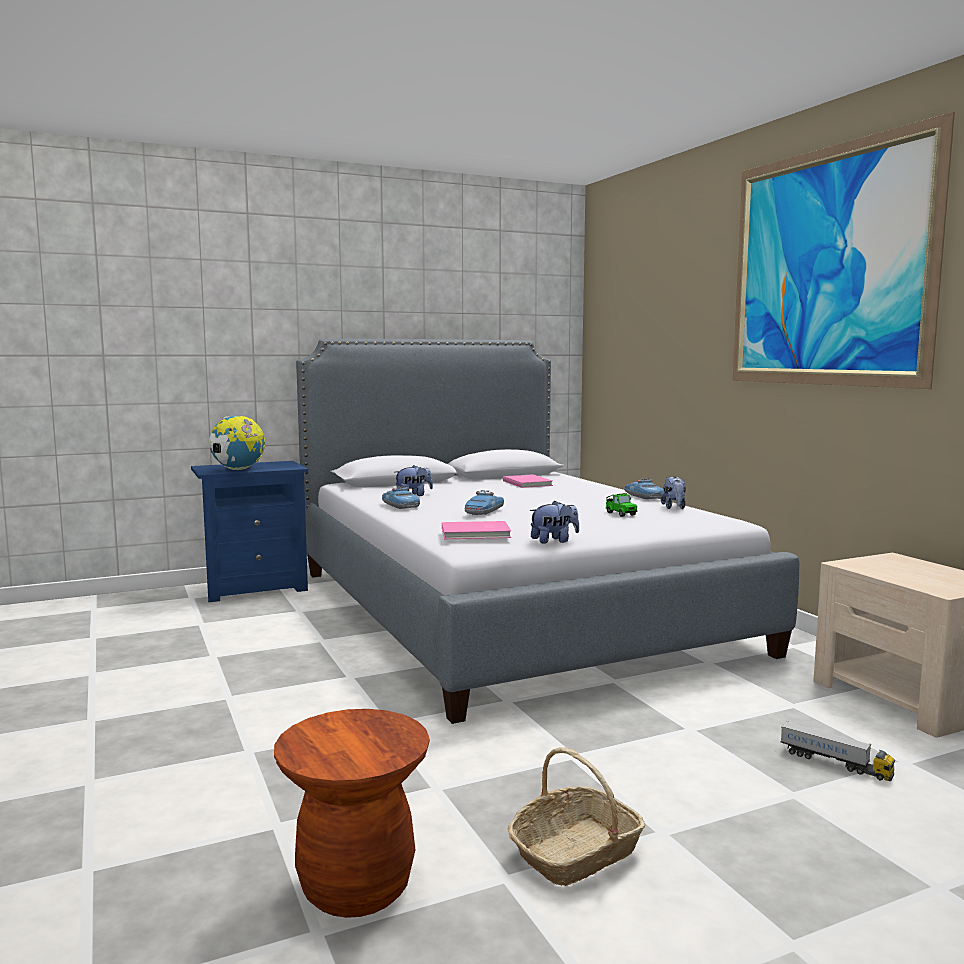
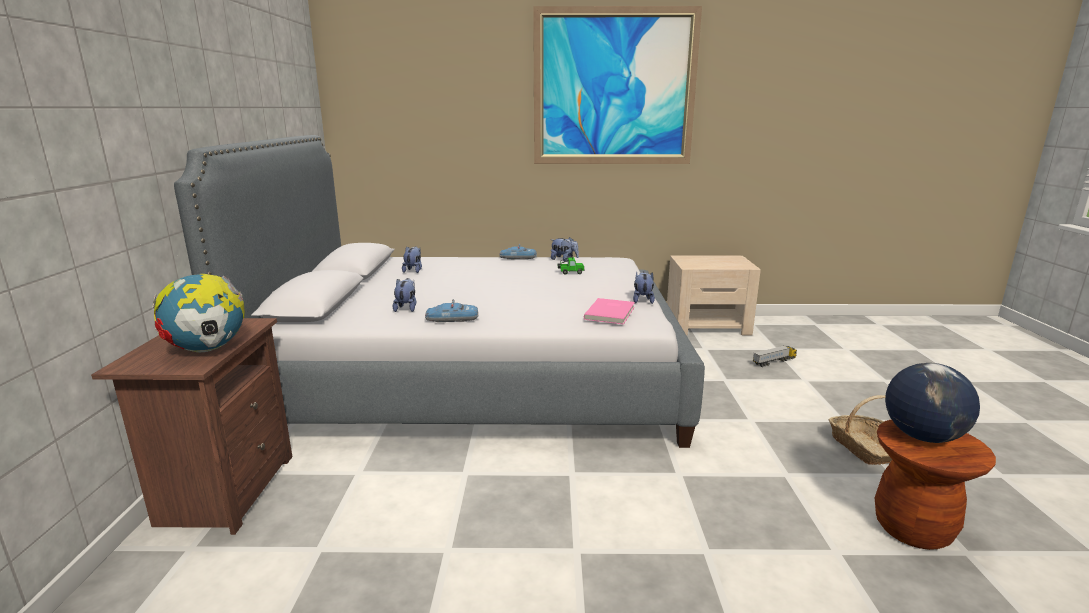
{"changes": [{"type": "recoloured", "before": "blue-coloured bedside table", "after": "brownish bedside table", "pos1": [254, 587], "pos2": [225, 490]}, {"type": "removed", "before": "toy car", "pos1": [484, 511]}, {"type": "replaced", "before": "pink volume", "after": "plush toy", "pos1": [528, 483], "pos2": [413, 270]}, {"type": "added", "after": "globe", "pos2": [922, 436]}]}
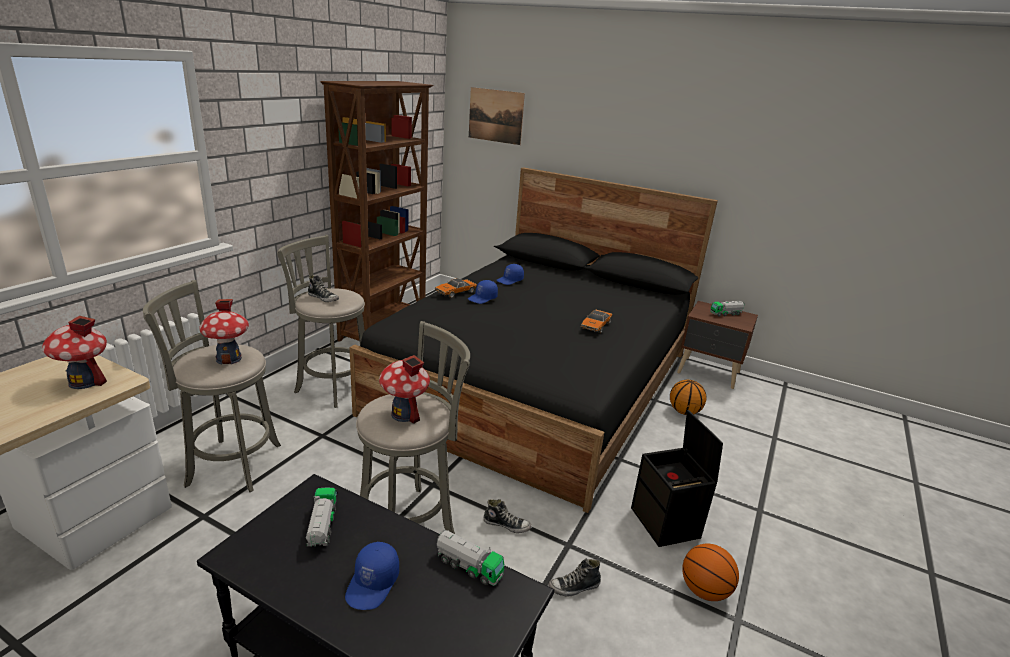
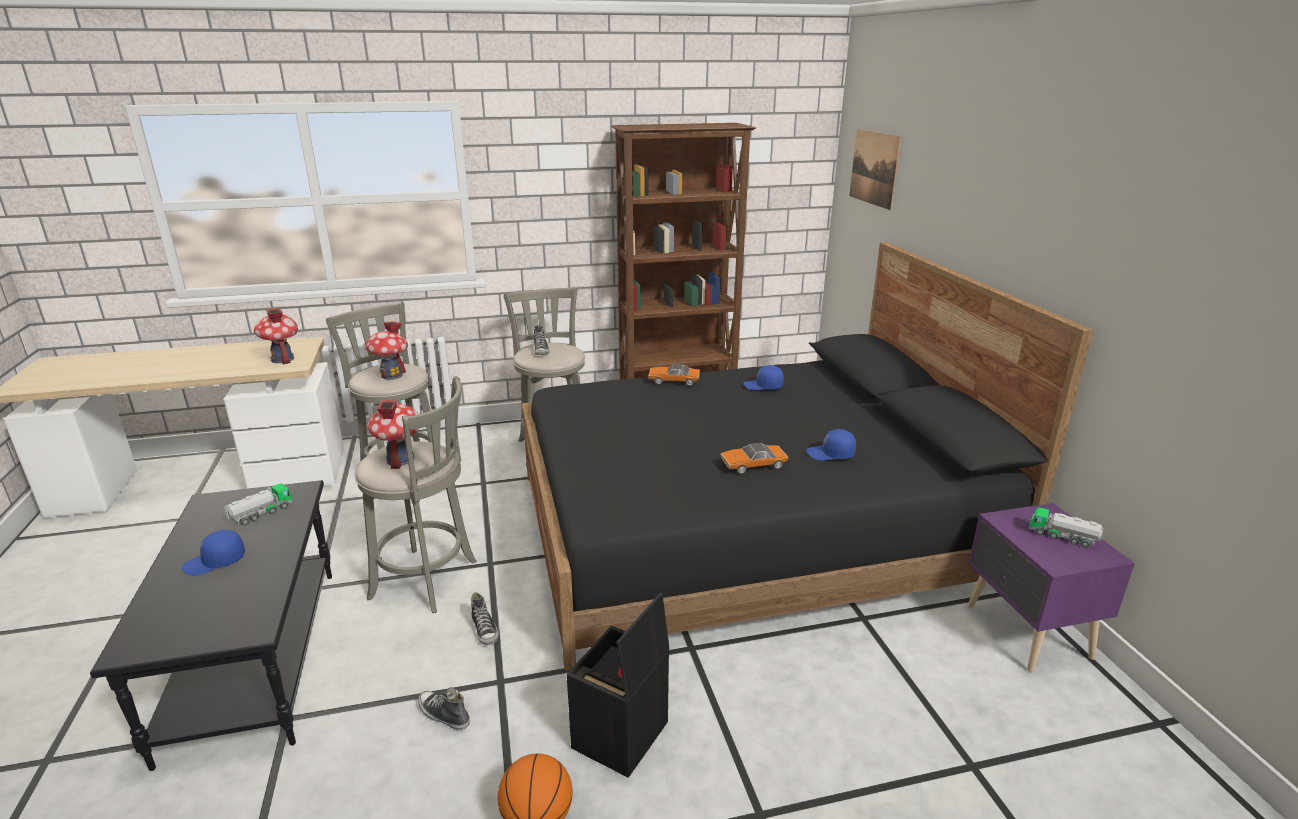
{"changes": [{"type": "removed", "before": "toy truck", "pos1": [468, 566]}, {"type": "moved", "before": "blue-coloured baseball cap", "pos1": [482, 298], "pos2": [830, 454]}, {"type": "removed", "before": "basketball ball", "pos1": [684, 411]}, {"type": "recoloured", "before": "brownish bedside table", "after": "purple-coloured bedside table", "pos1": [709, 373], "pos2": [1026, 633]}]}
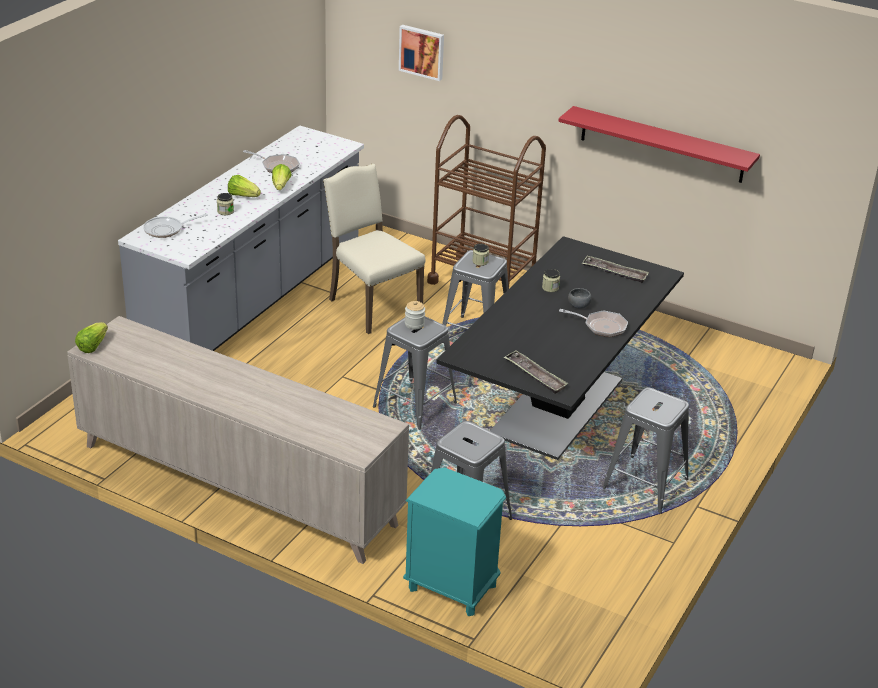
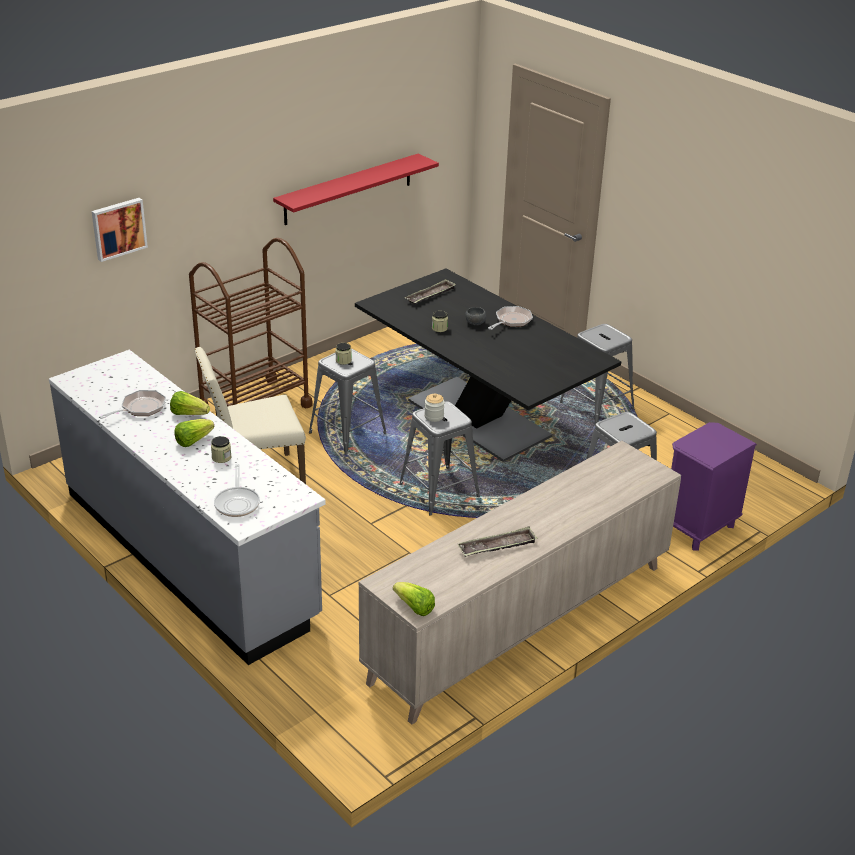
{"changes": [{"type": "recoloured", "before": "blue-green bedside table", "after": "purple-coloured bedside table", "pos1": [451, 587], "pos2": [697, 528]}, {"type": "moved", "before": "tray", "pos1": [535, 375], "pos2": [497, 546]}]}
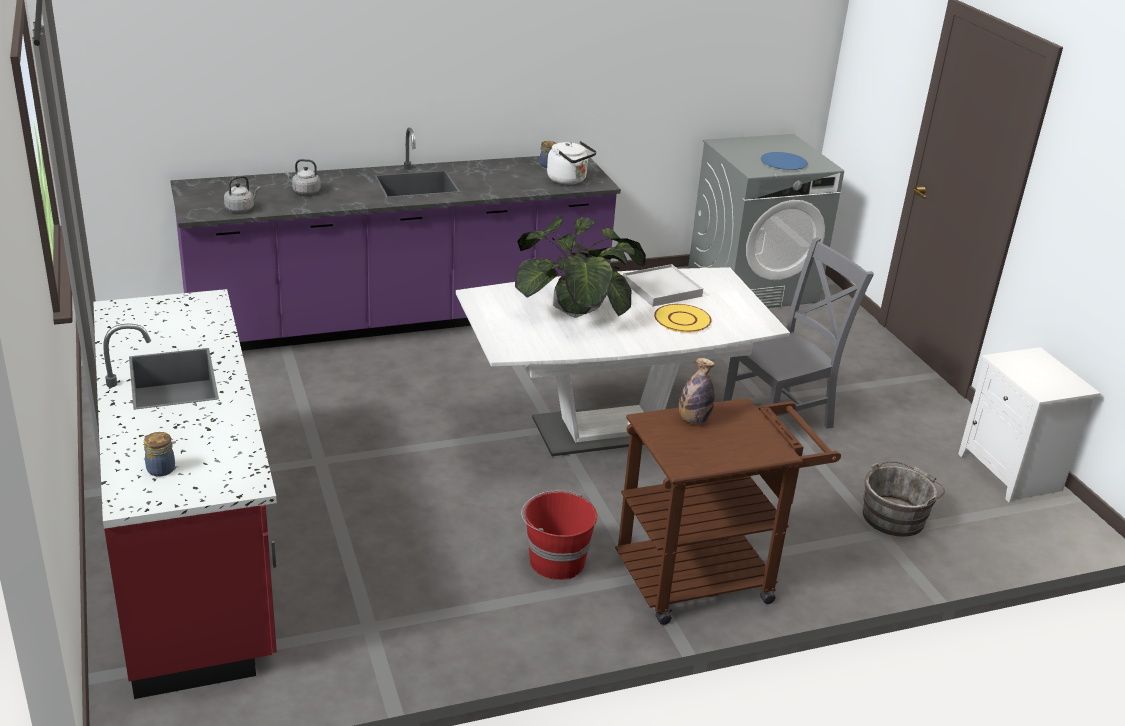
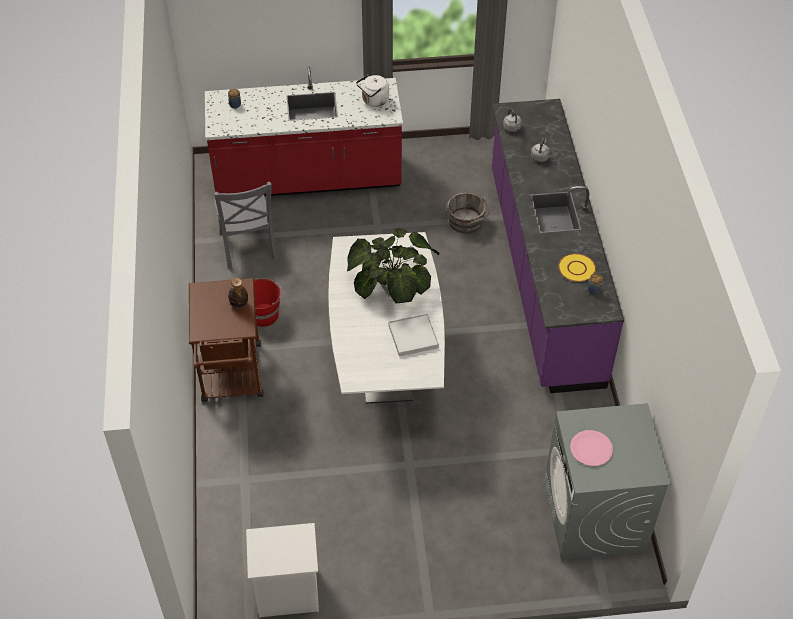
{"changes": [{"type": "moved", "before": "whitish water kettle", "pos1": [569, 180], "pos2": [374, 101]}, {"type": "moved", "before": "yellow-coloured plate", "pos1": [682, 319], "pos2": [577, 268]}, {"type": "moved", "before": "greyish chair", "pos1": [781, 416], "pos2": [248, 248]}, {"type": "recoloured", "before": "blue-coloured plate", "after": "pink plate", "pos1": [783, 163], "pos2": [591, 449]}, {"type": "moved", "before": "greyish water bucket", "pos1": [896, 516], "pos2": [466, 222]}]}
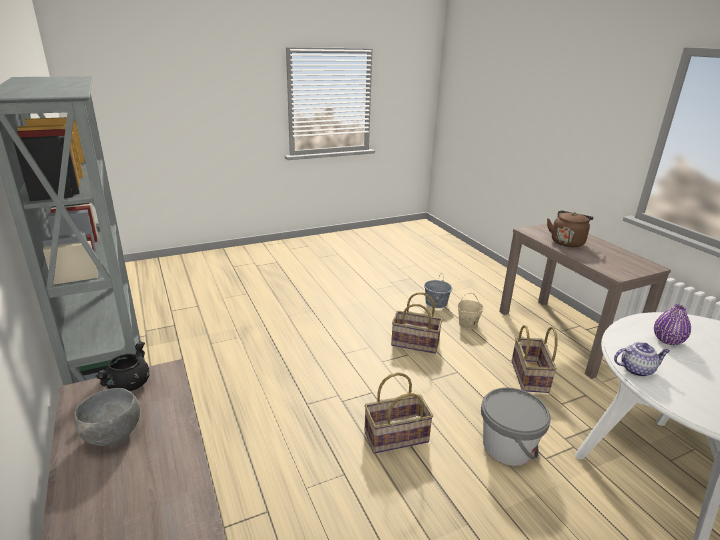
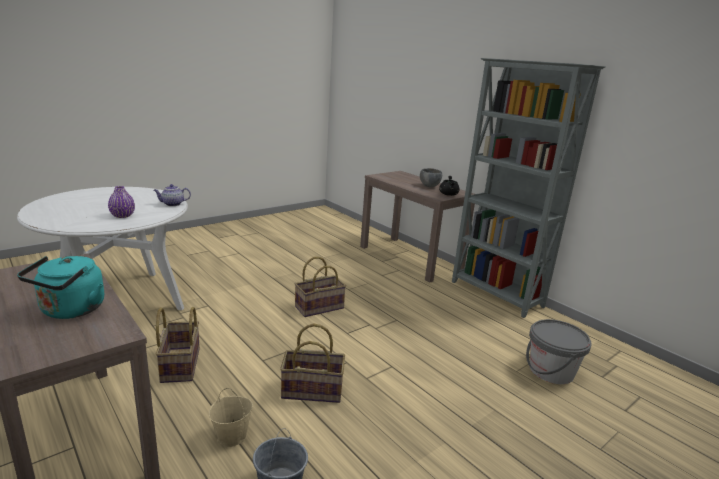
{"changes": [{"type": "moved", "before": "greyish water bucket", "pos1": [508, 446], "pos2": [551, 371]}, {"type": "recoloured", "before": "brownish water kettle", "after": "blue-green water kettle", "pos1": [567, 242], "pos2": [70, 311]}]}
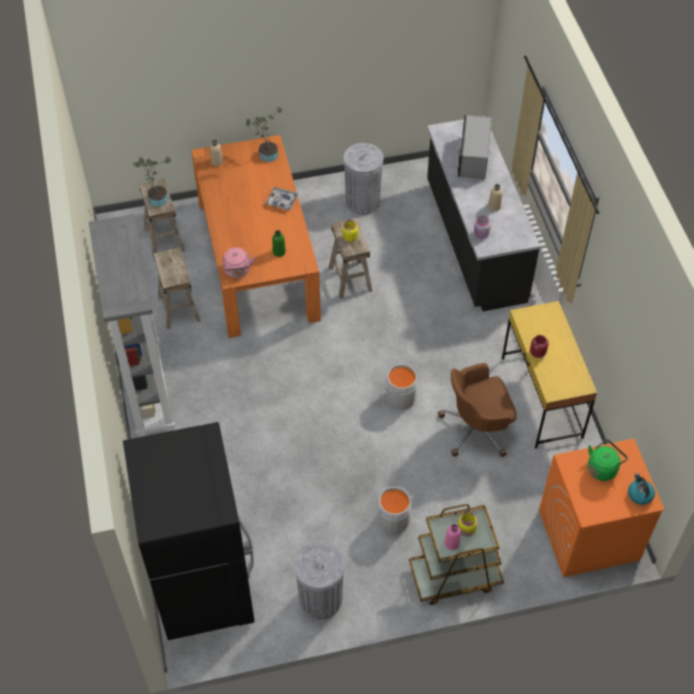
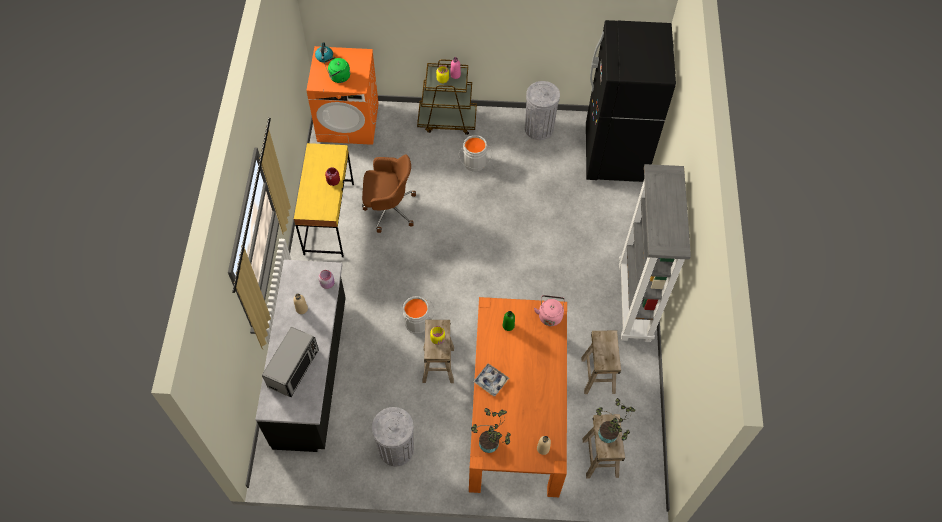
{"changes": [{"type": "moved", "before": "greyish water bucket", "pos1": [399, 397], "pos2": [418, 323]}]}
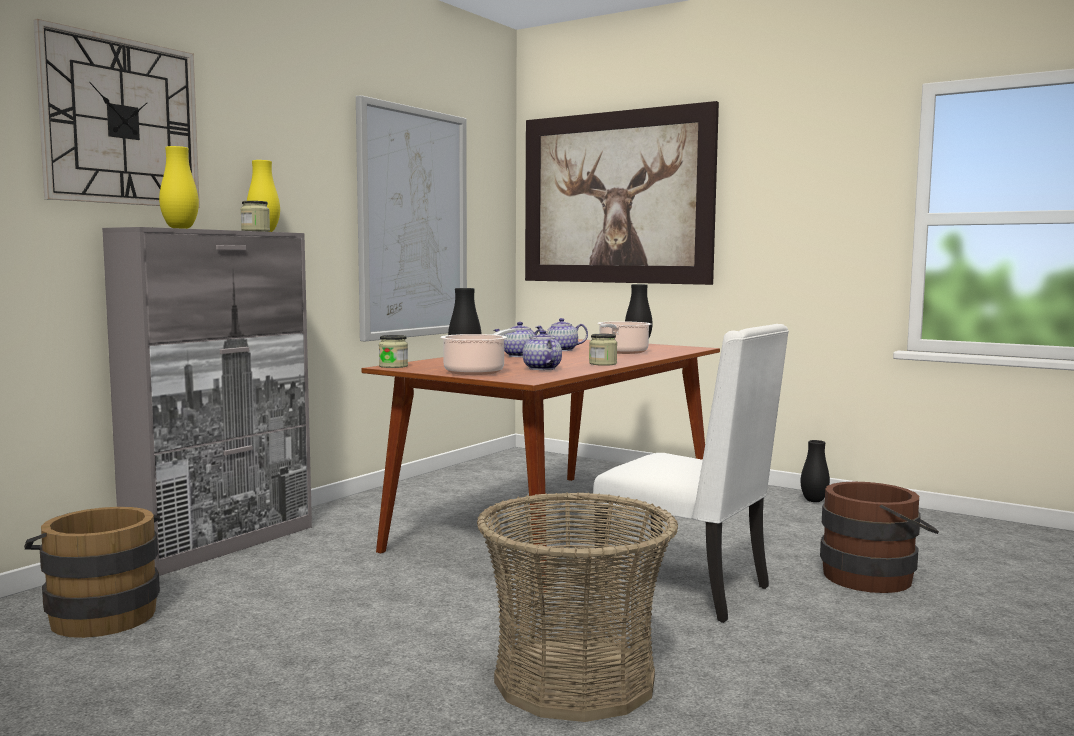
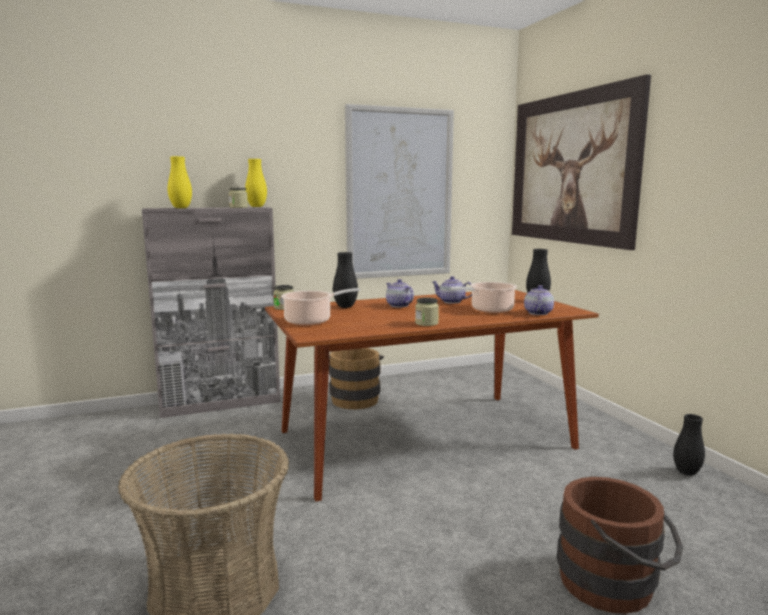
{"changes": [{"type": "moved", "before": "brownish water bucket", "pos1": [100, 614], "pos2": [354, 398]}, {"type": "removed", "before": "hanging clock", "pos1": [121, 122]}, {"type": "moved", "before": "teapot", "pos1": [541, 368], "pos2": [537, 313]}, {"type": "removed", "before": "whitish chair", "pos1": [688, 590]}]}
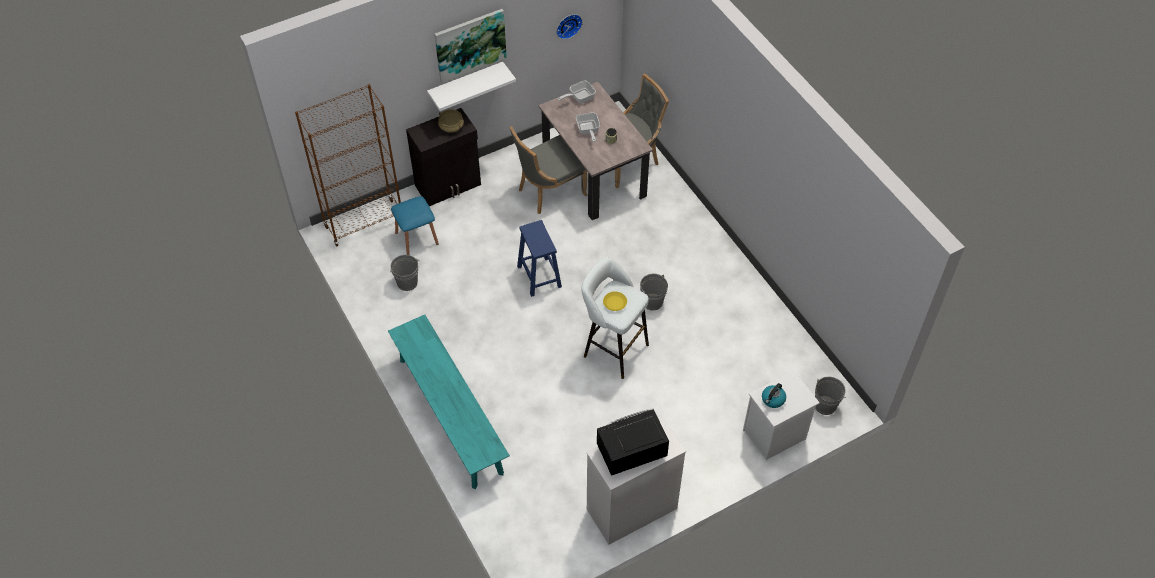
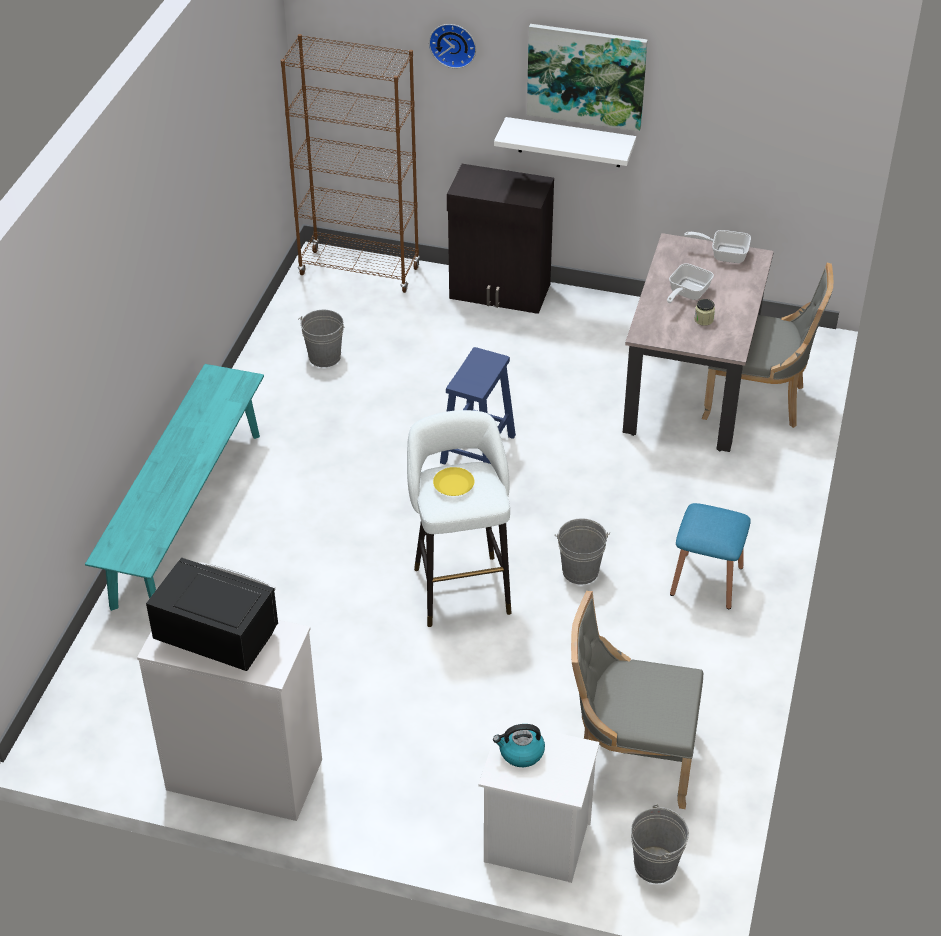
{"changes": [{"type": "moved", "before": "blue-coloured sitting stool", "pos1": [417, 238], "pos2": [706, 580]}, {"type": "removed", "before": "sand-coloured saucepot", "pos1": [451, 126]}, {"type": "moved", "before": "greyish chair", "pos1": [548, 192], "pos2": [629, 757]}, {"type": "moved", "before": "hanging clock", "pos1": [568, 25], "pos2": [453, 44]}]}
